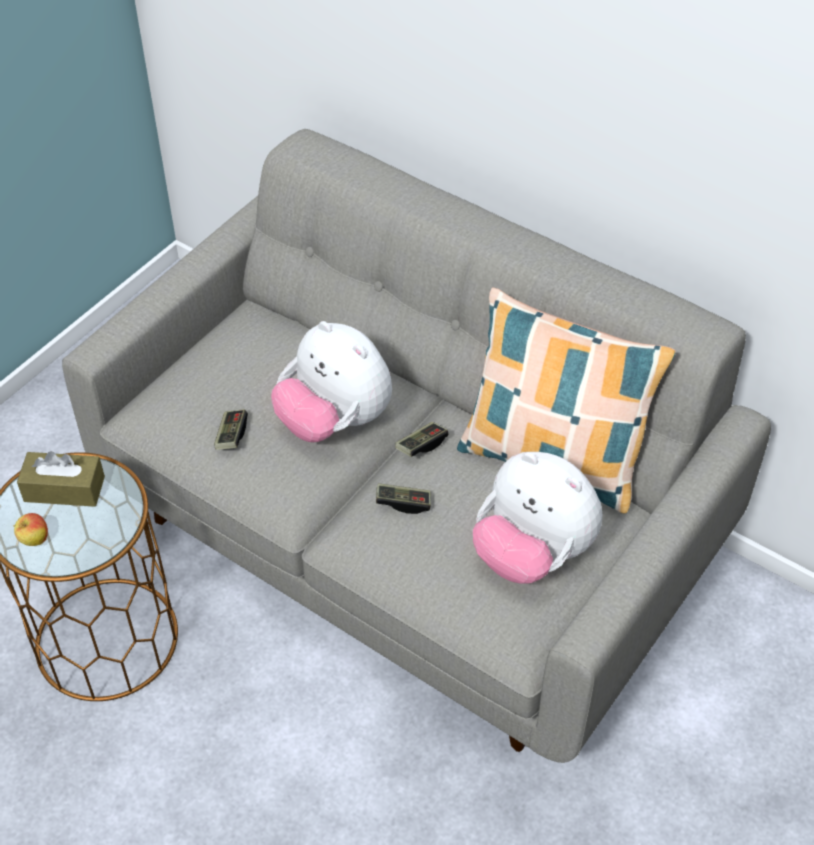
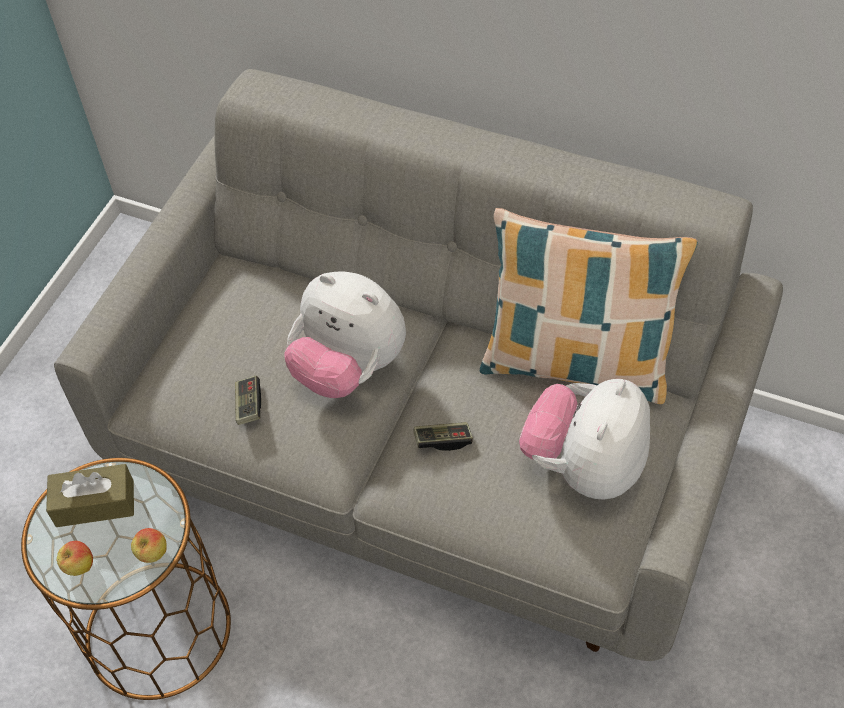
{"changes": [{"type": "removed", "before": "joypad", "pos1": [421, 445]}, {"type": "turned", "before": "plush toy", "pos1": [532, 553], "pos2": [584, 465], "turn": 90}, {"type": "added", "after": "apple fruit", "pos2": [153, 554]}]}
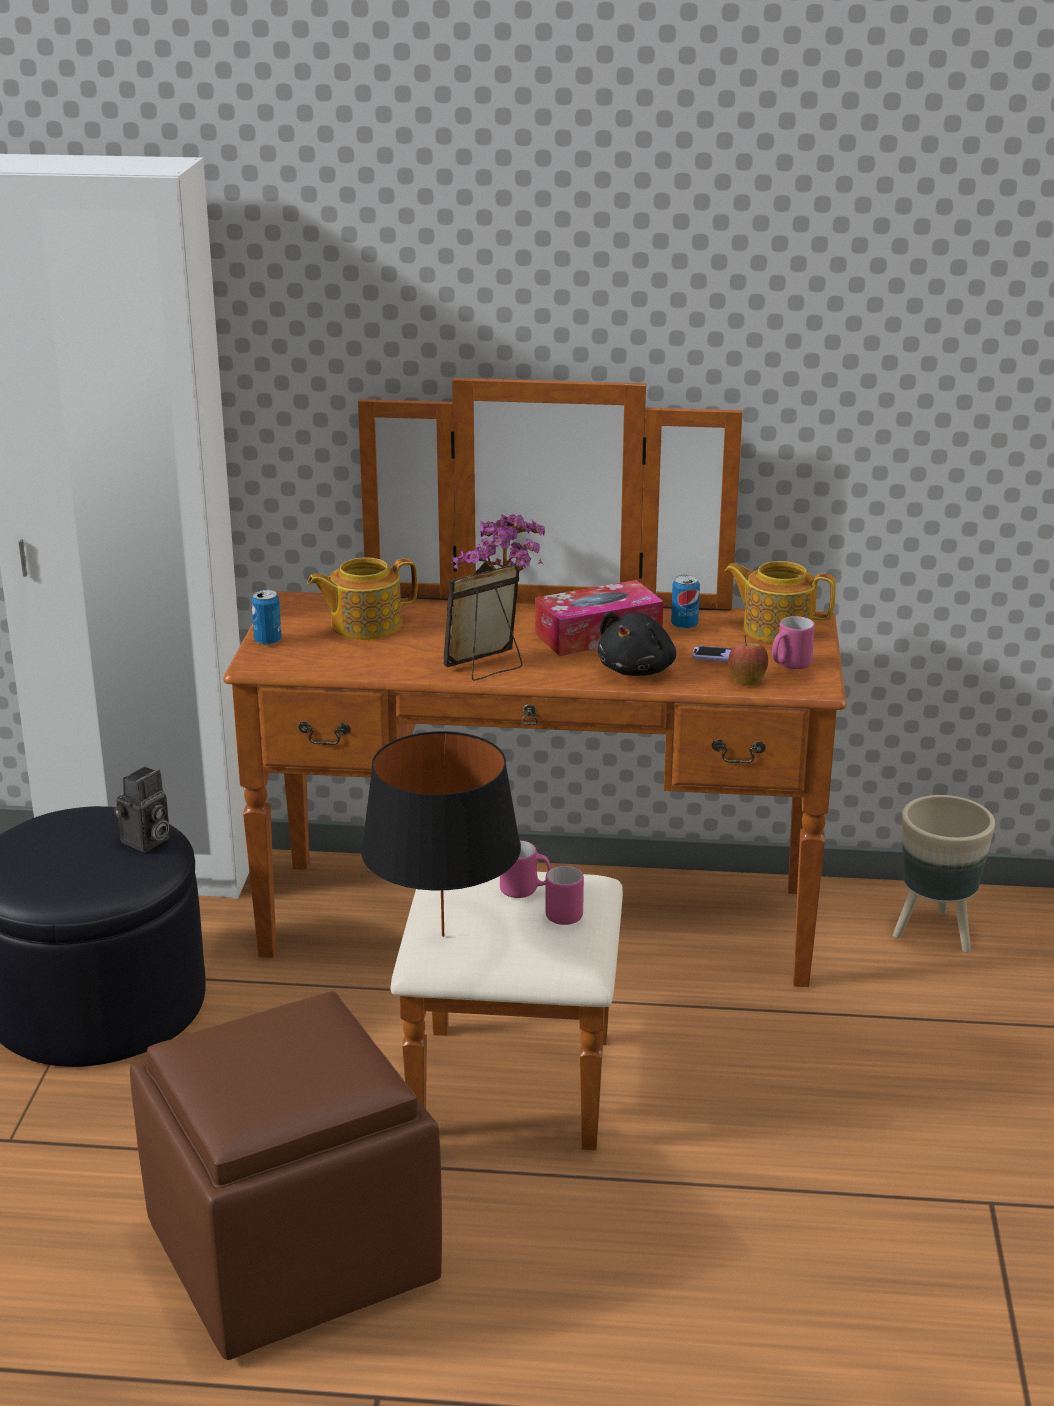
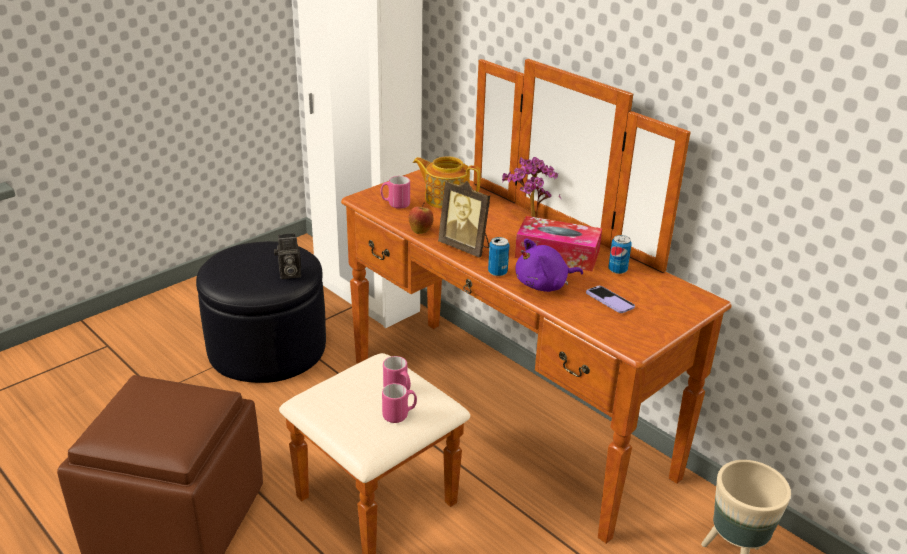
{"changes": [{"type": "moved", "before": "sealed can", "pos1": [268, 641], "pos2": [497, 272]}, {"type": "removed", "before": "black-coloured table lamp", "pos1": [443, 935]}, {"type": "turned", "before": "standing frame", "pos1": [487, 667], "pos2": [466, 247], "turn": -150}, {"type": "recoloured", "before": "black-coloured plush toy", "after": "purple-coloured plush toy", "pos1": [638, 670], "pos2": [544, 285]}, {"type": "removed", "before": "teapot", "pos1": [777, 628]}, {"type": "moved", "before": "apple fruit", "pos1": [747, 681], "pos2": [420, 230]}, {"type": "moved", "before": "pink tea mug", "pos1": [789, 665], "pos2": [395, 204]}]}
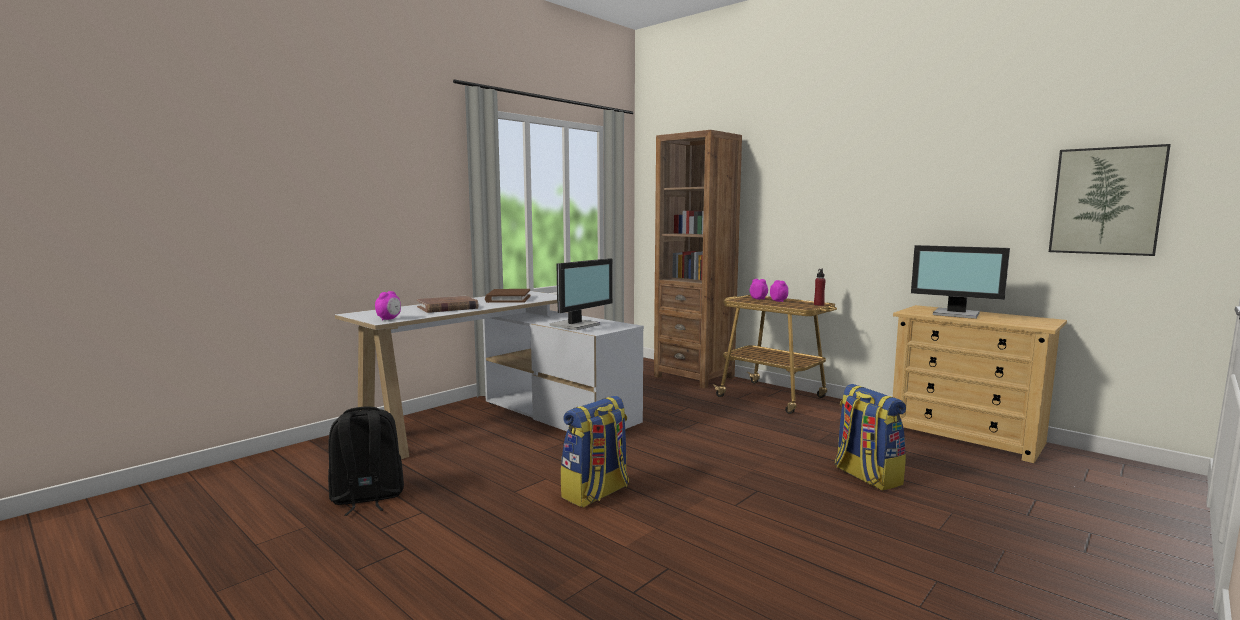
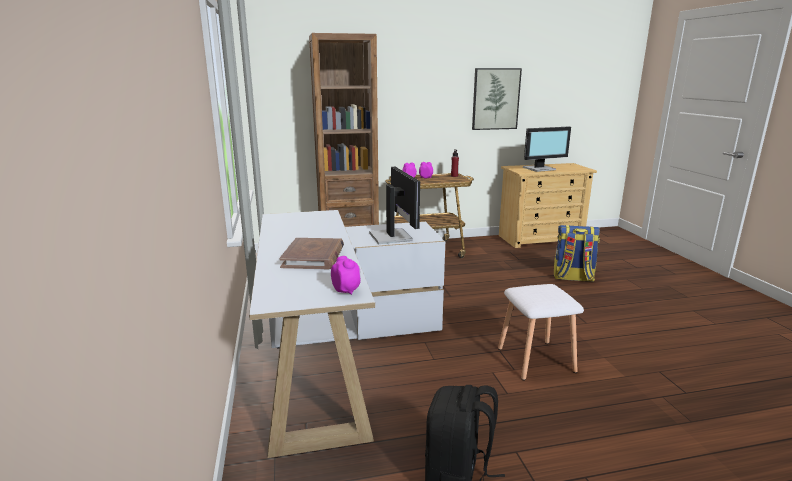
{"changes": [{"type": "removed", "before": "brownish volume", "pos1": [508, 299]}, {"type": "replaced", "before": "rucksack", "after": "whitish sitting stool", "pos1": [596, 493], "pos2": [537, 360]}, {"type": "moved", "before": "wall art", "pos1": [1106, 201], "pos2": [495, 99]}]}
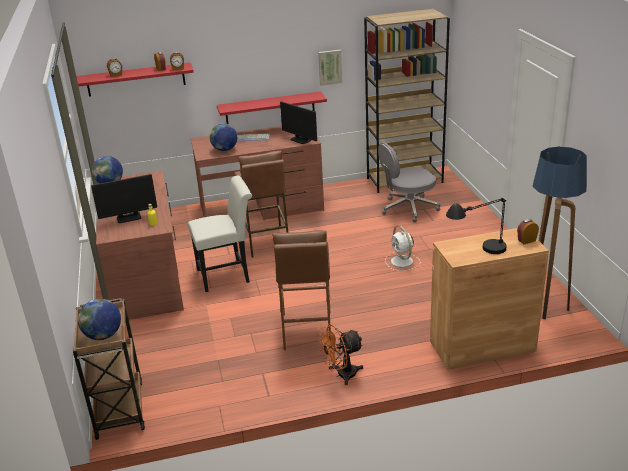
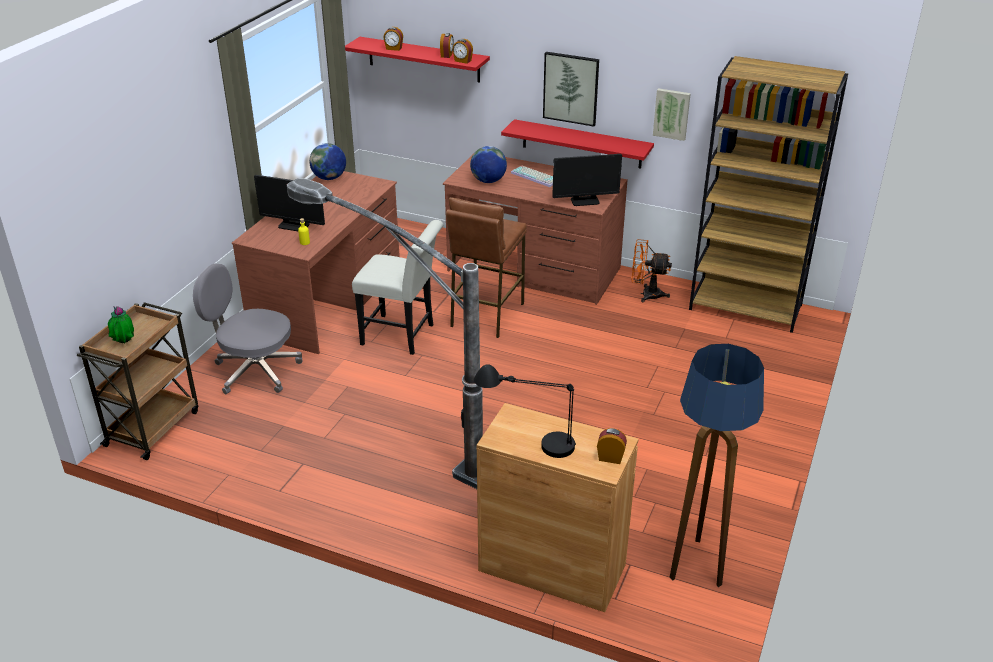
{"changes": [{"type": "replaced", "before": "globe", "after": "plant in a pot", "pos1": [103, 335], "pos2": [124, 344]}, {"type": "replaced", "before": "brownish sitting stool", "after": "floor lamp", "pos1": [306, 330], "pos2": [399, 440]}, {"type": "turned", "before": "computer screen", "pos1": [300, 140], "pos2": [585, 201], "turn": -90}, {"type": "moved", "before": "orange fan", "pos1": [341, 375], "pos2": [646, 294]}, {"type": "moved", "before": "greyish desk chair", "pos1": [408, 208], "pos2": [255, 370]}, {"type": "removed", "before": "whitish fan", "pos1": [402, 262]}, {"type": "added", "after": "wall art", "pos2": [571, 88]}]}
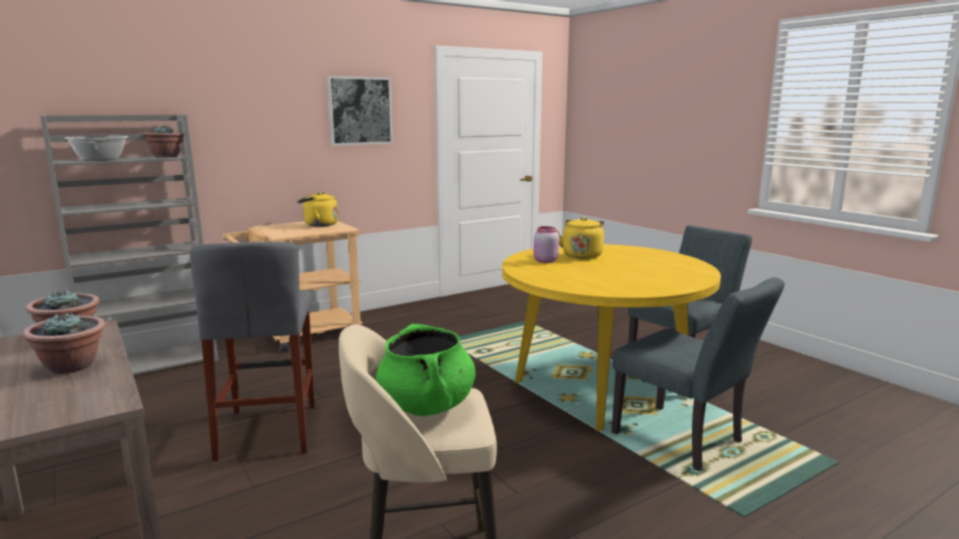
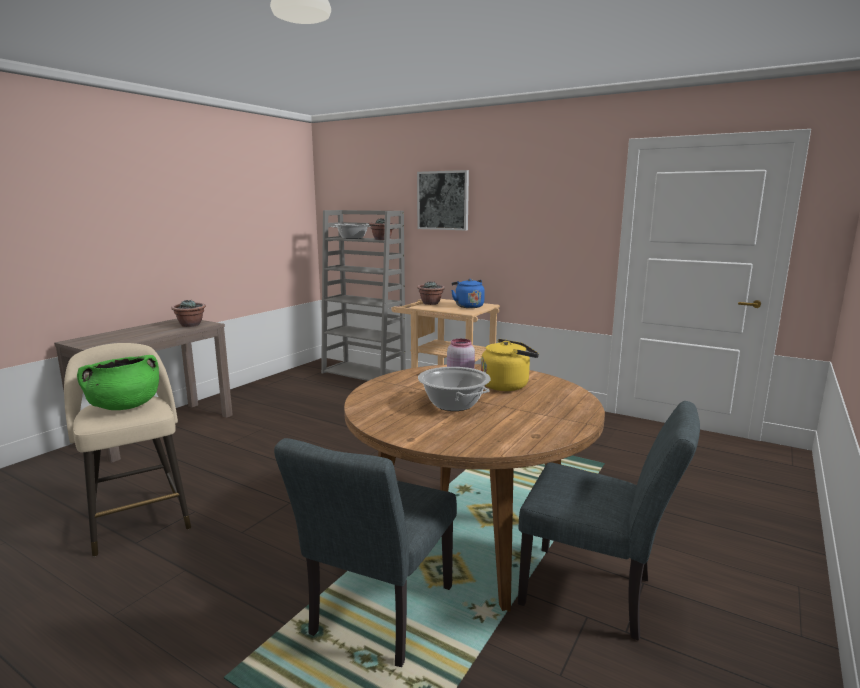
{"changes": [{"type": "moved", "before": "plant in a pot", "pos1": [72, 366], "pos2": [431, 303]}, {"type": "removed", "before": "greyish sitting stool", "pos1": [268, 431]}, {"type": "recoloured", "before": "yellow-coloured water kettle", "after": "blue-coloured water kettle", "pos1": [319, 225], "pos2": [468, 306]}, {"type": "moved", "before": "wall art", "pos1": [360, 111], "pos2": [443, 200]}, {"type": "recoloured", "before": "yellow-coloured dining table", "after": "brownish dining table", "pos1": [601, 389], "pos2": [469, 540]}, {"type": "added", "after": "saucepot", "pos2": [454, 404]}]}
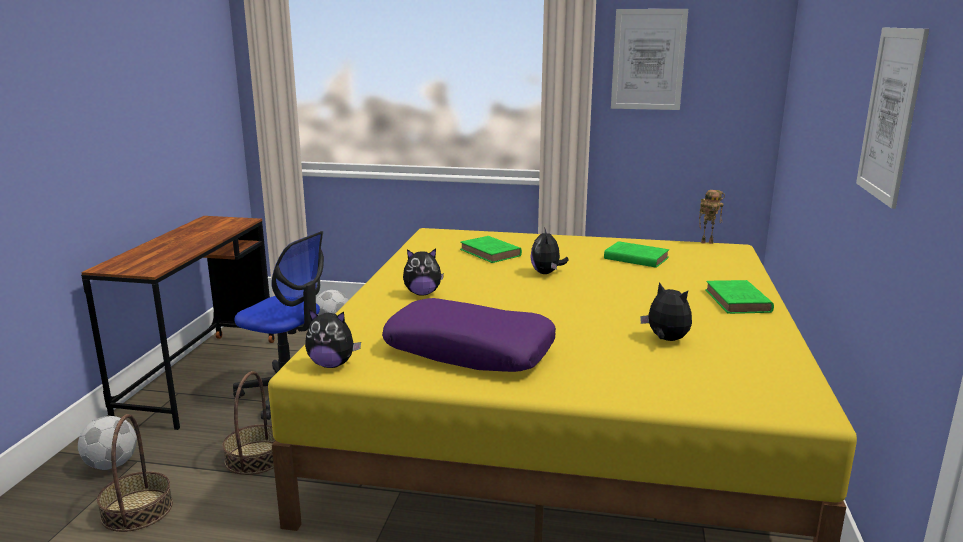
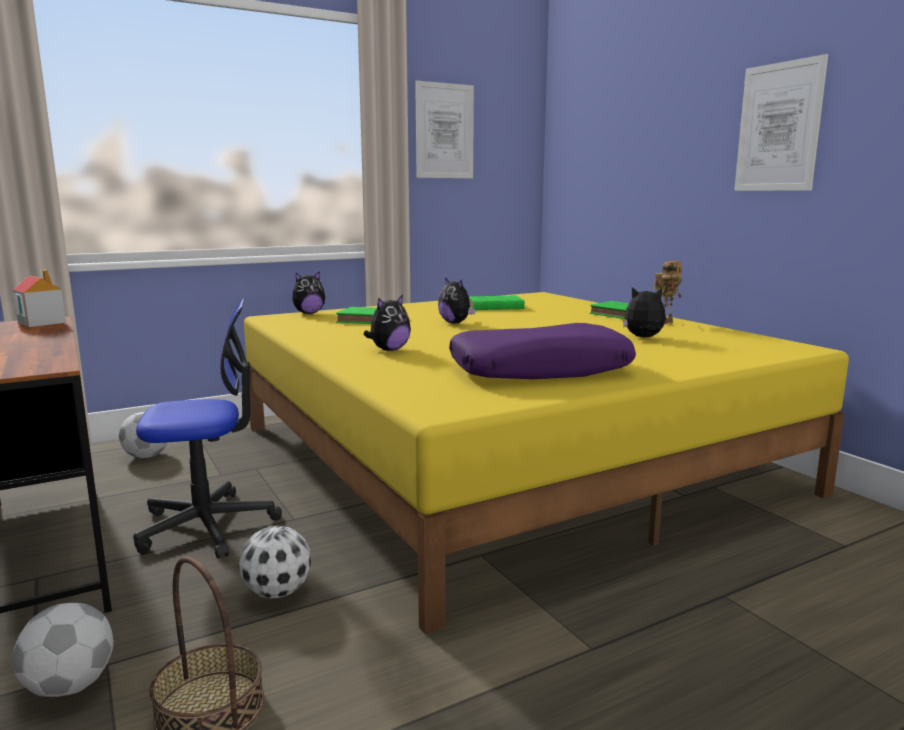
{"changes": [{"type": "replaced", "before": "storage basket", "after": "football ball", "pos1": [255, 457], "pos2": [276, 593]}, {"type": "moved", "before": "plush toy", "pos1": [332, 364], "pos2": [308, 313]}, {"type": "moved", "before": "robot figure", "pos1": [707, 242], "pos2": [666, 322]}, {"type": "added", "after": "miniature house", "pos2": [41, 322]}]}
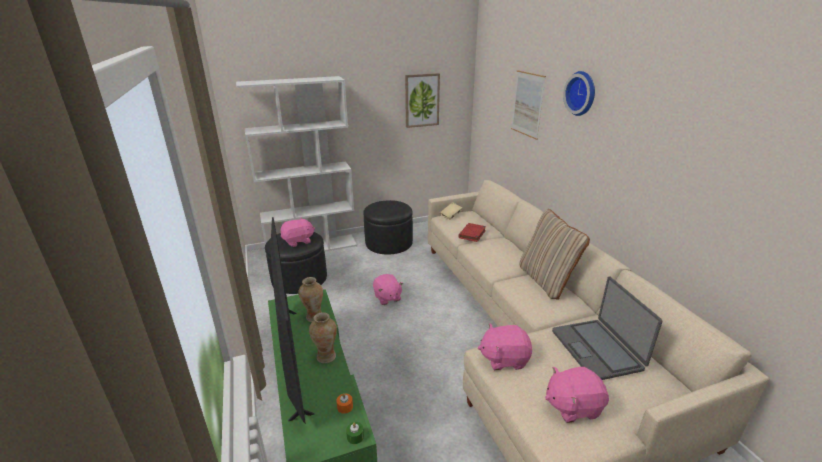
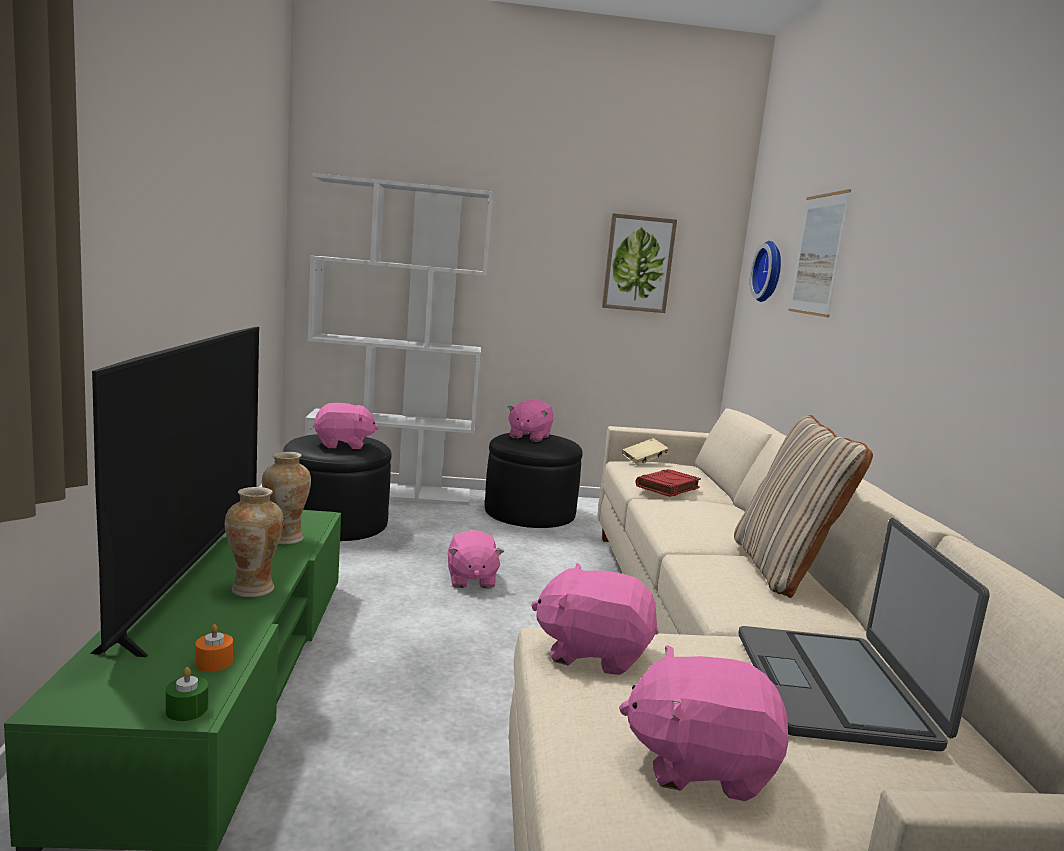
{"changes": [{"type": "moved", "before": "hanging clock", "pos1": [582, 93], "pos2": [770, 272]}, {"type": "added", "after": "pink plush toy", "pos2": [529, 437]}]}
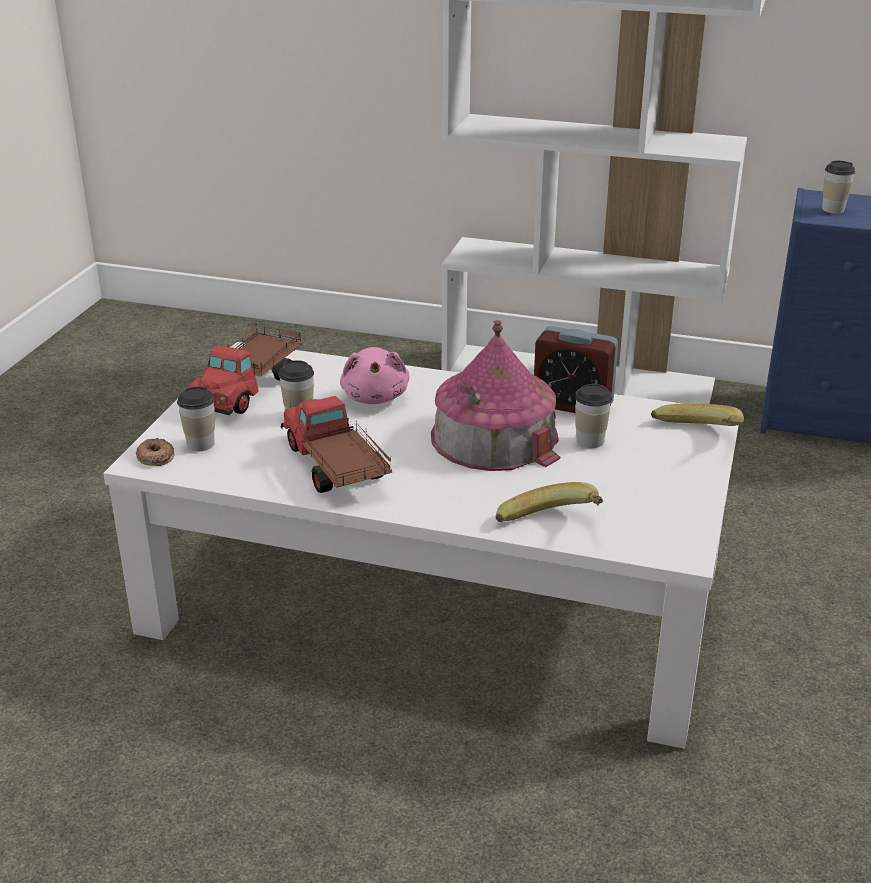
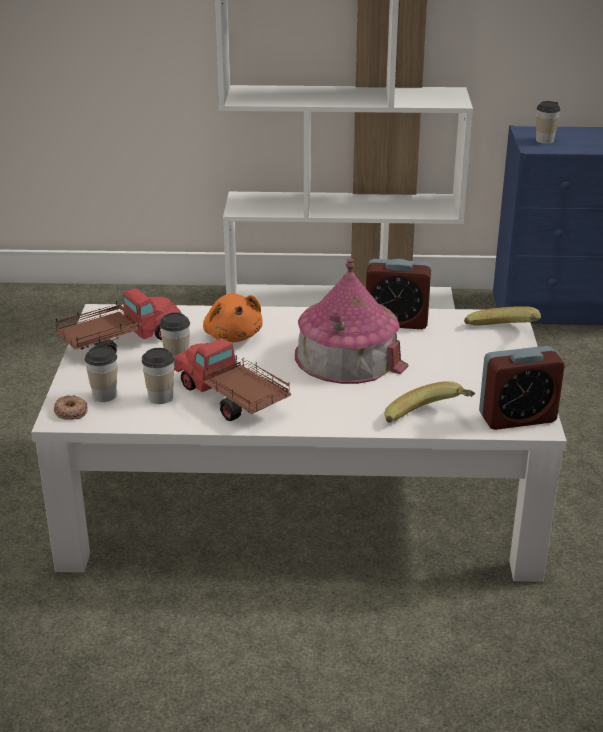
{"changes": [{"type": "turned", "before": "toy truck", "pos1": [248, 388], "pos2": [120, 342], "turn": -135}, {"type": "recoloured", "before": "pink plush toy", "after": "orange plush toy", "pos1": [375, 397], "pos2": [233, 335]}, {"type": "moved", "before": "small cup", "pos1": [590, 441], "pos2": [160, 397]}, {"type": "added", "after": "alarm clock", "pos2": [517, 418]}]}
